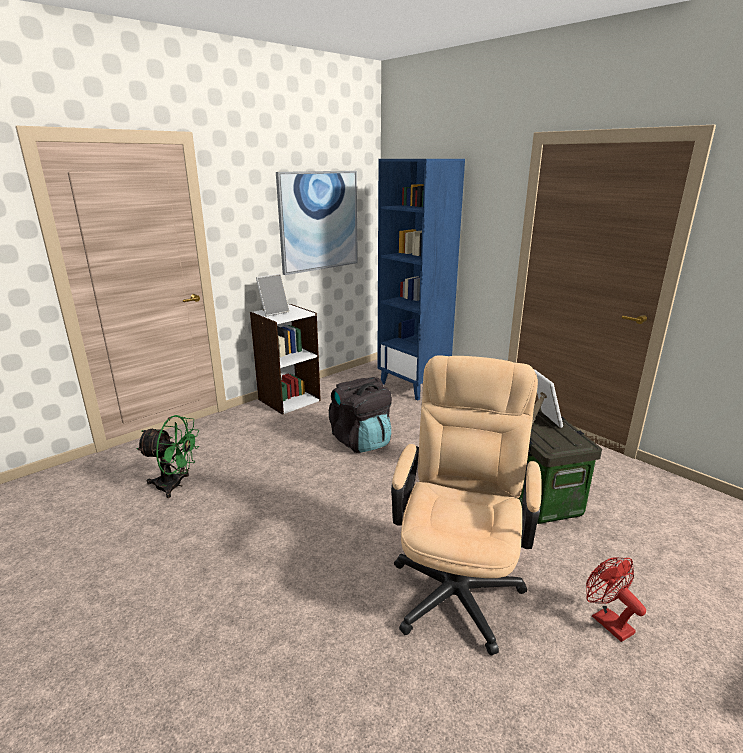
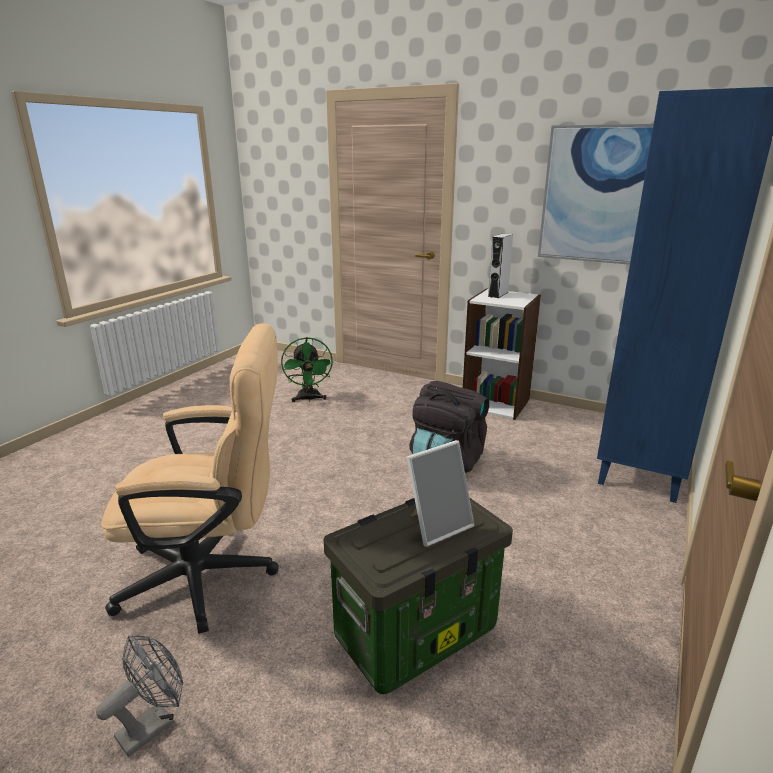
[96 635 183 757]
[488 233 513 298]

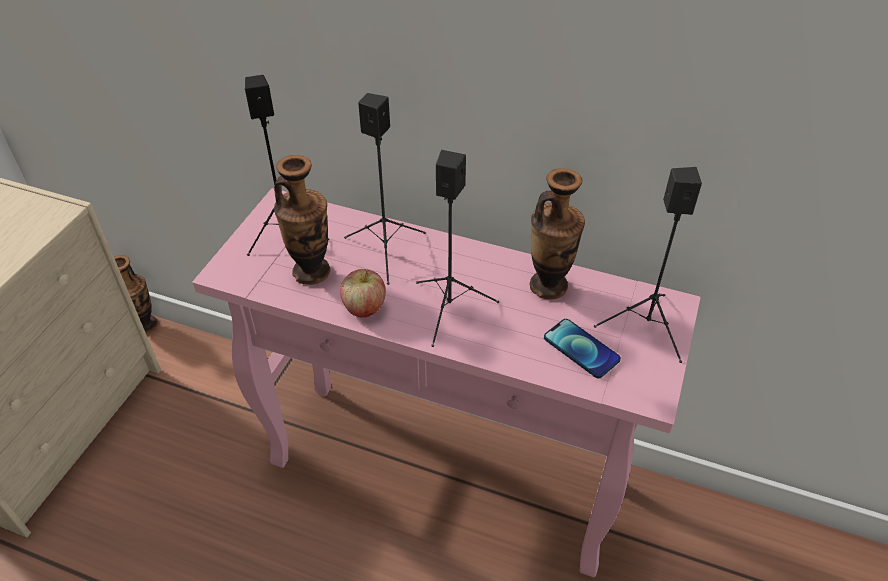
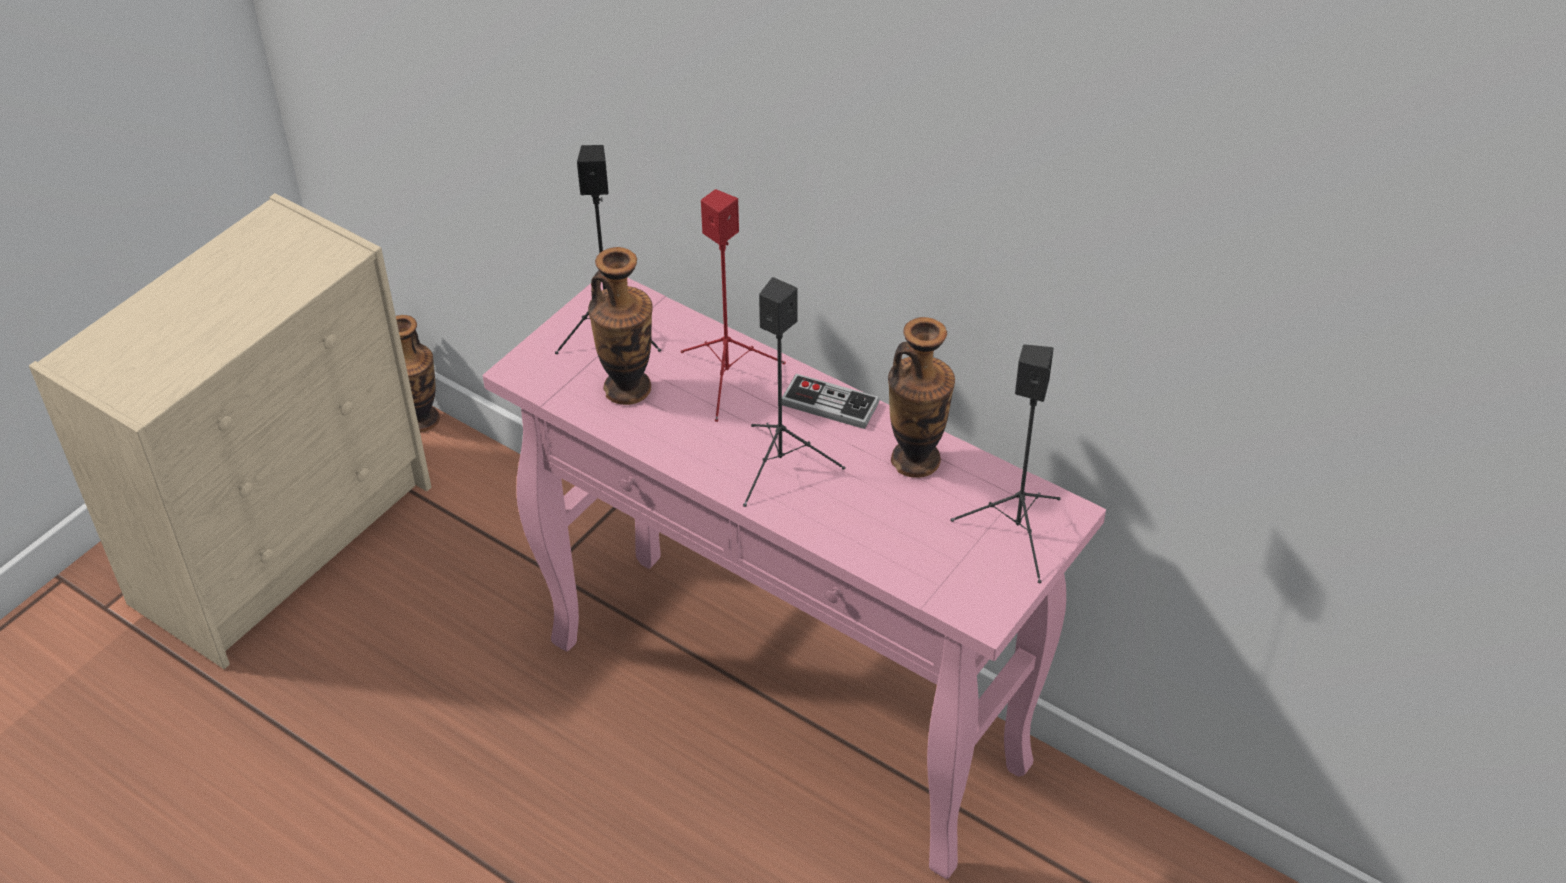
[681 189 786 422]
[782 374 880 429]
[340 269 386 317] (first image)
[544 319 621 378] (first image)

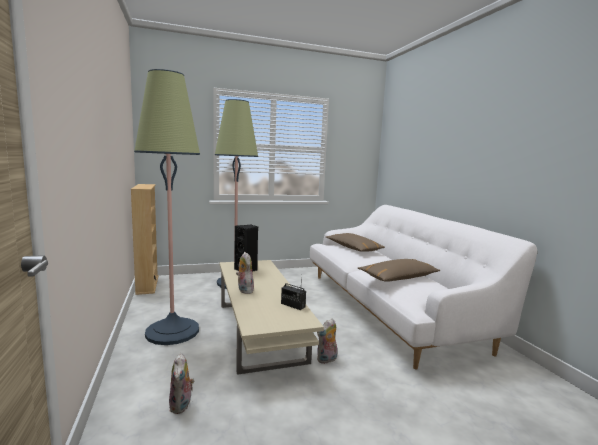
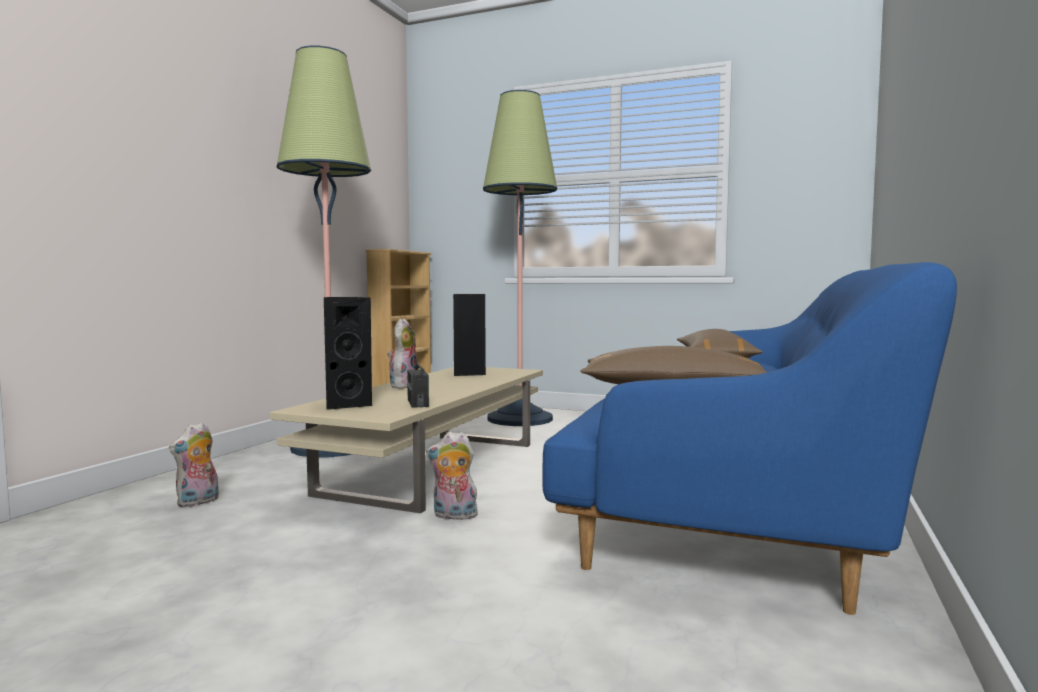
[324 297 373 410]
[543 262 957 615]

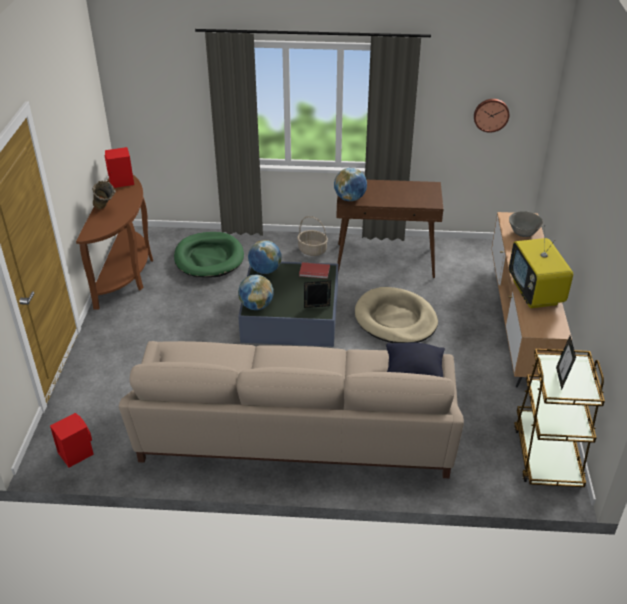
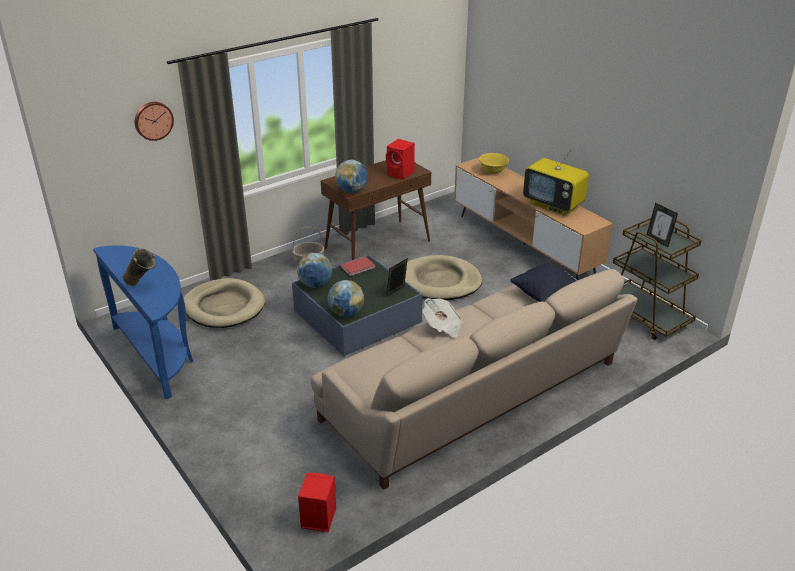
[93 245 193 399]
[135 102 174 141]
[183 278 265 328]
[386 139 415 180]
[423 298 463 337]
[479 153 509 174]

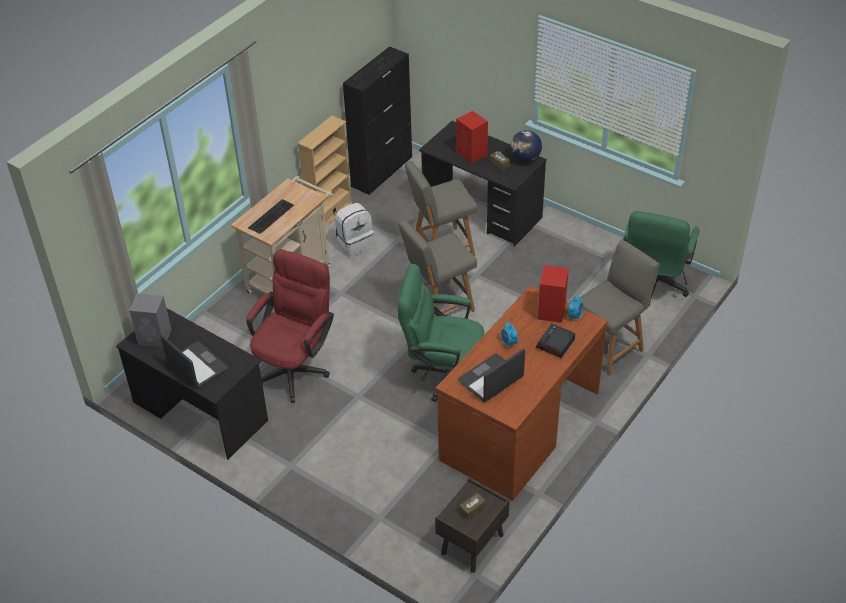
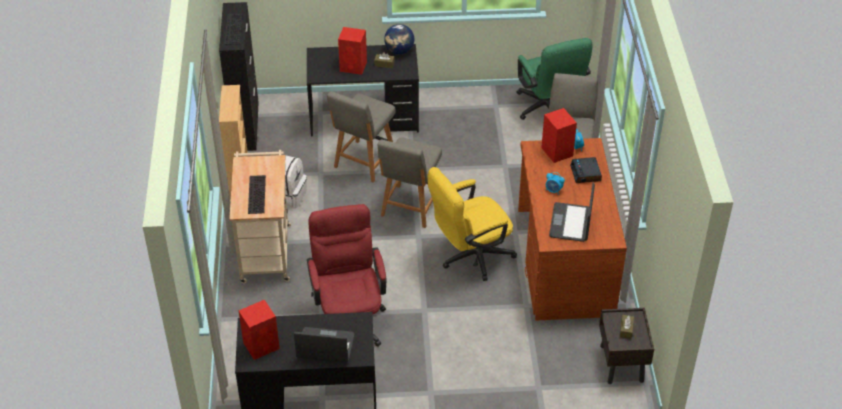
[239 300 280 360]
[428 167 517 281]

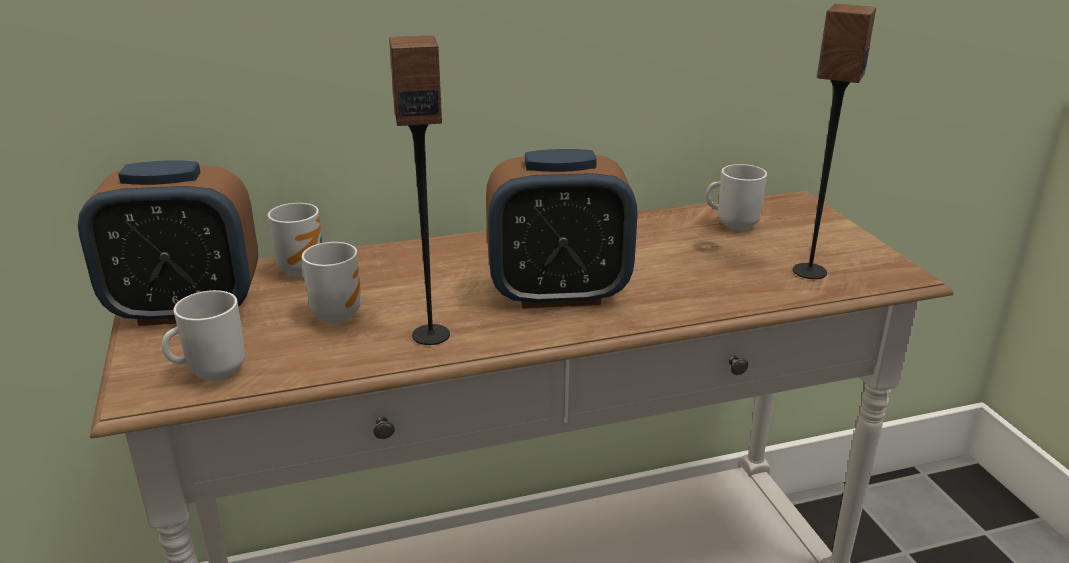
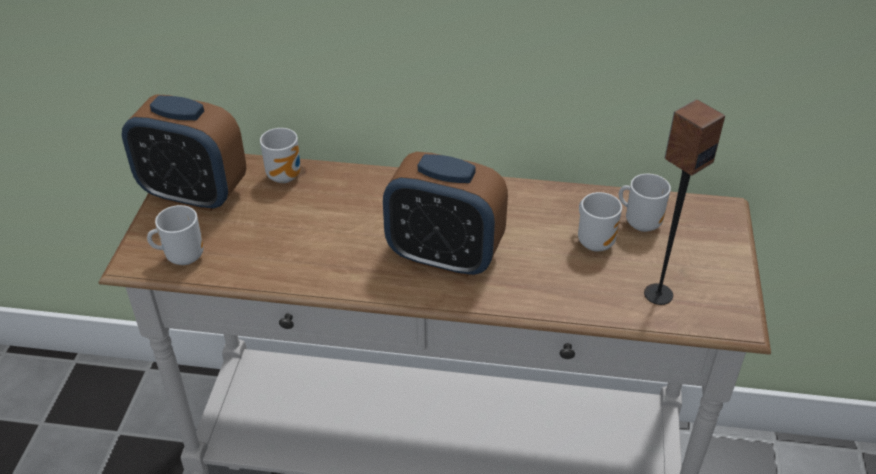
[578 192 622 252]
[389 35 450 345] (first image)

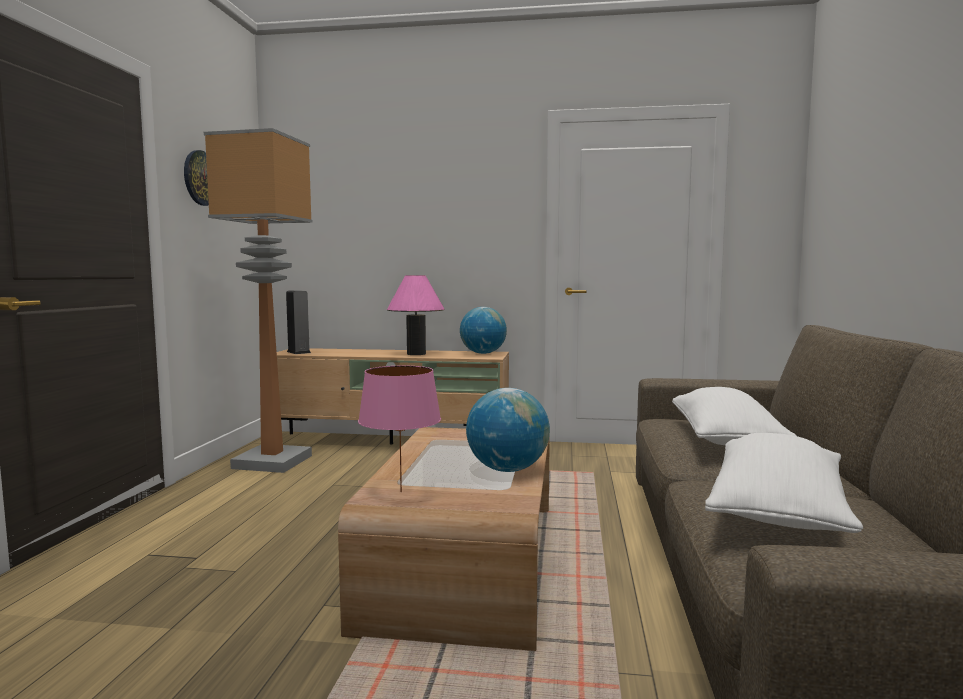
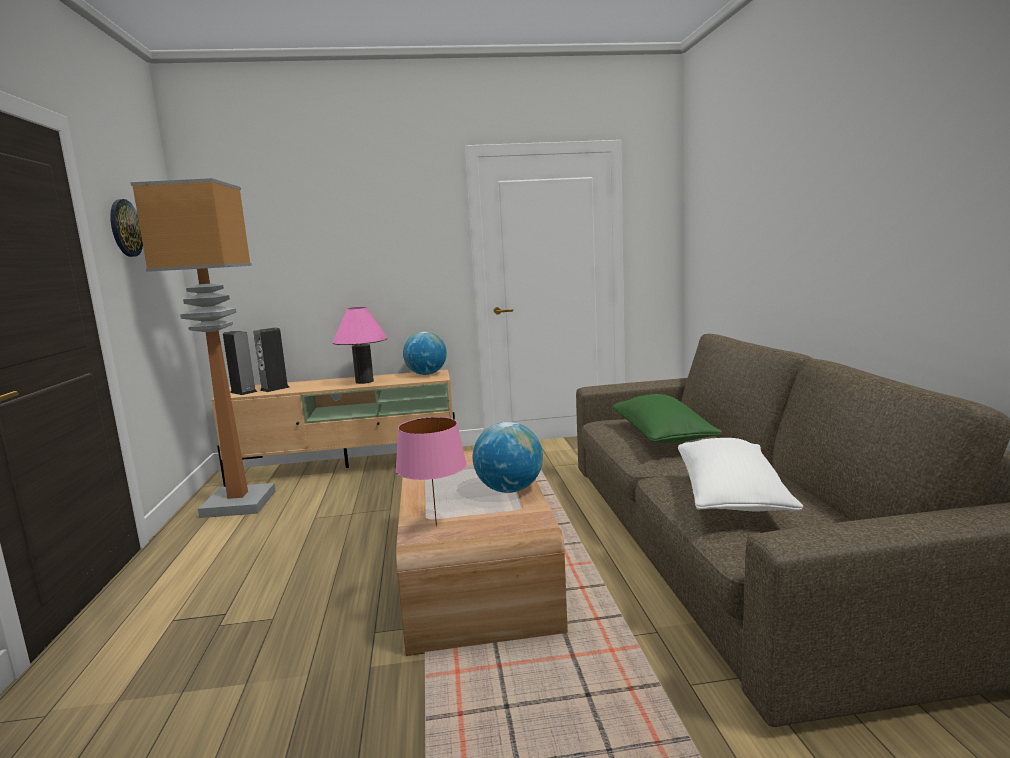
[254 328 289 392]
[612 394 722 443]

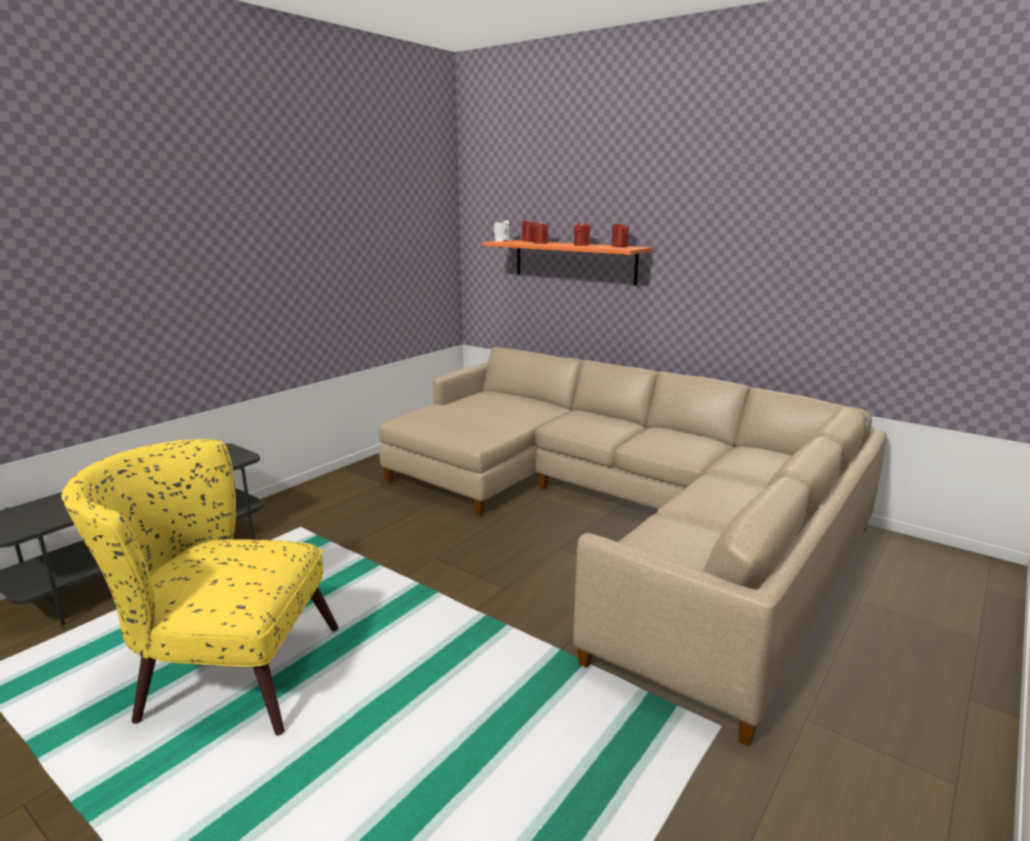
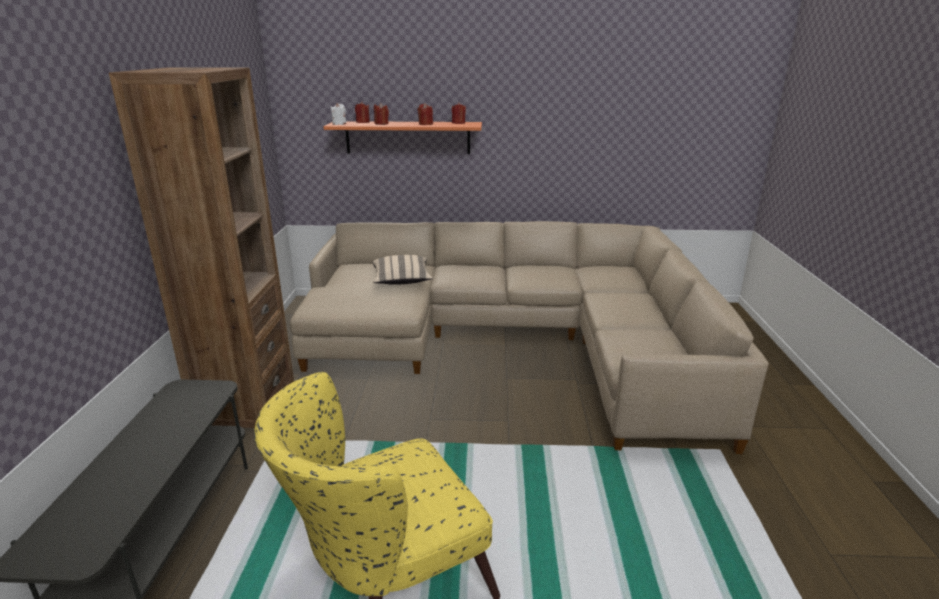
[109 67 294 428]
[372 255 433 285]

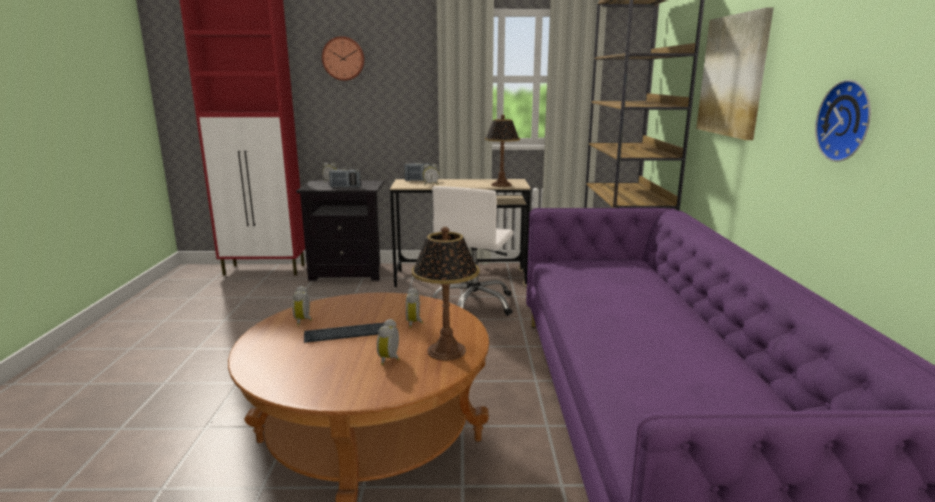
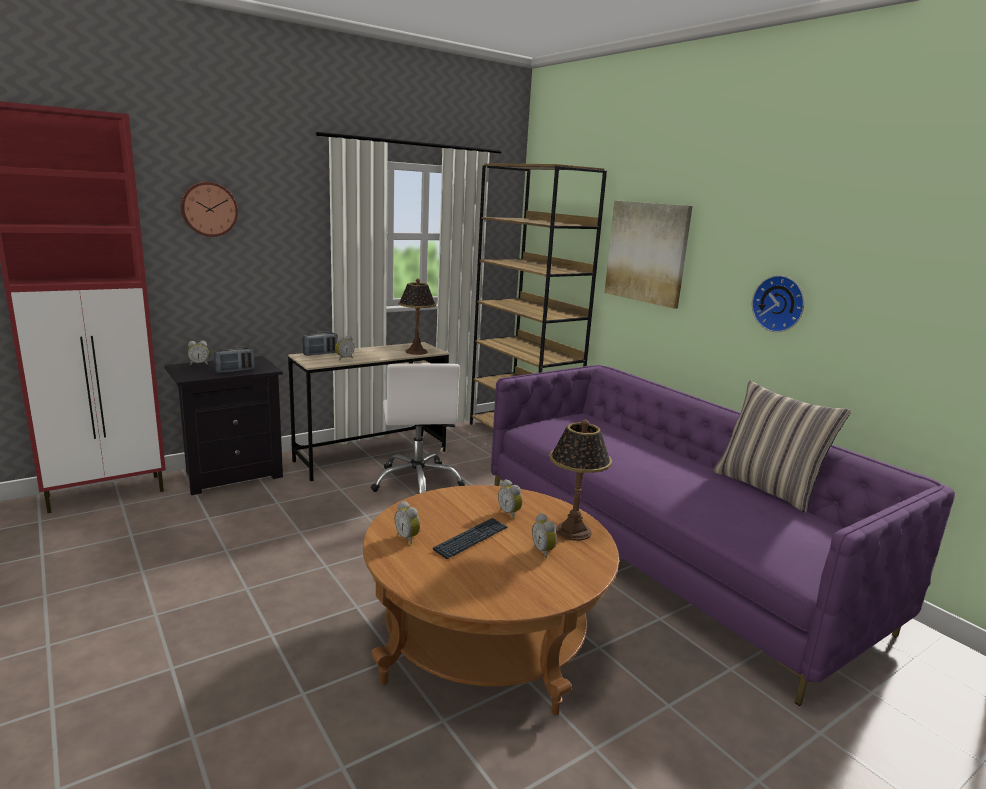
[713 381 851 513]

